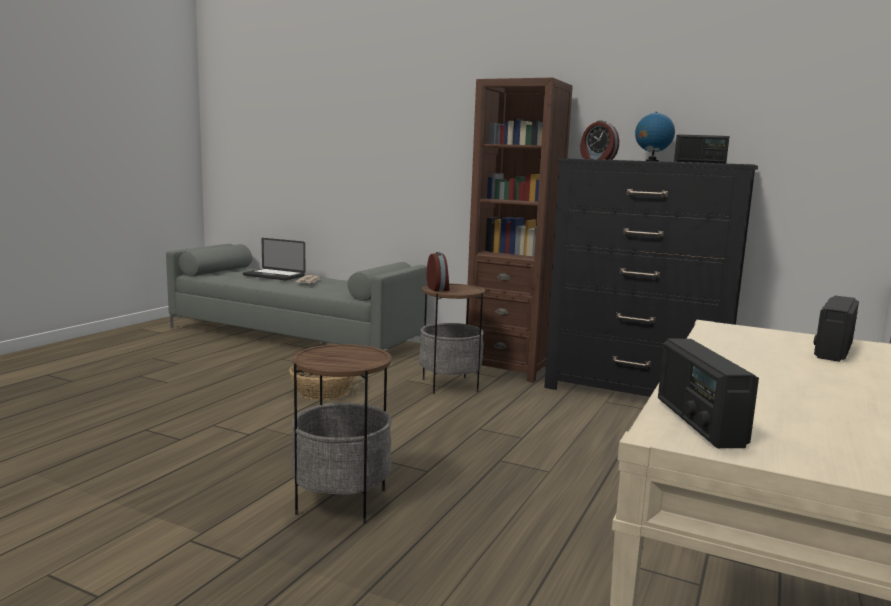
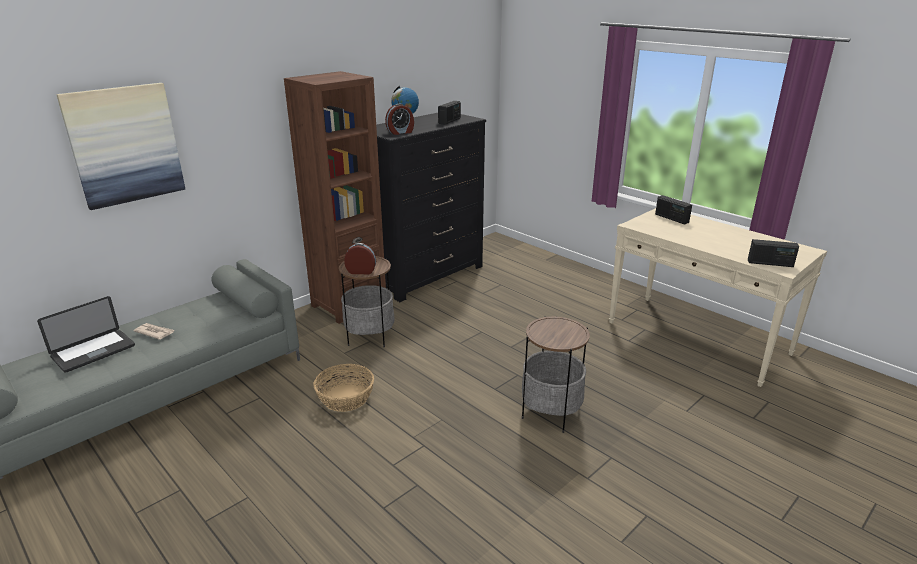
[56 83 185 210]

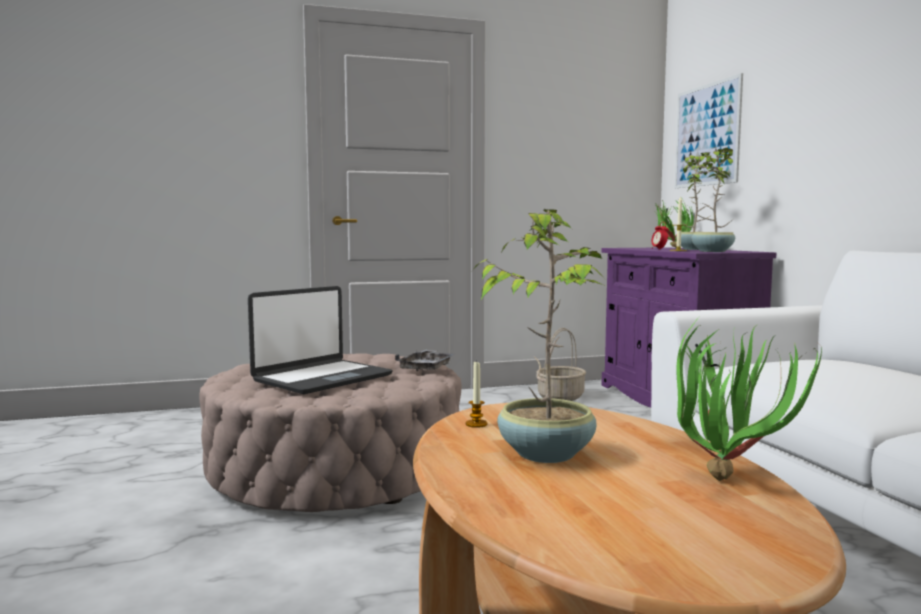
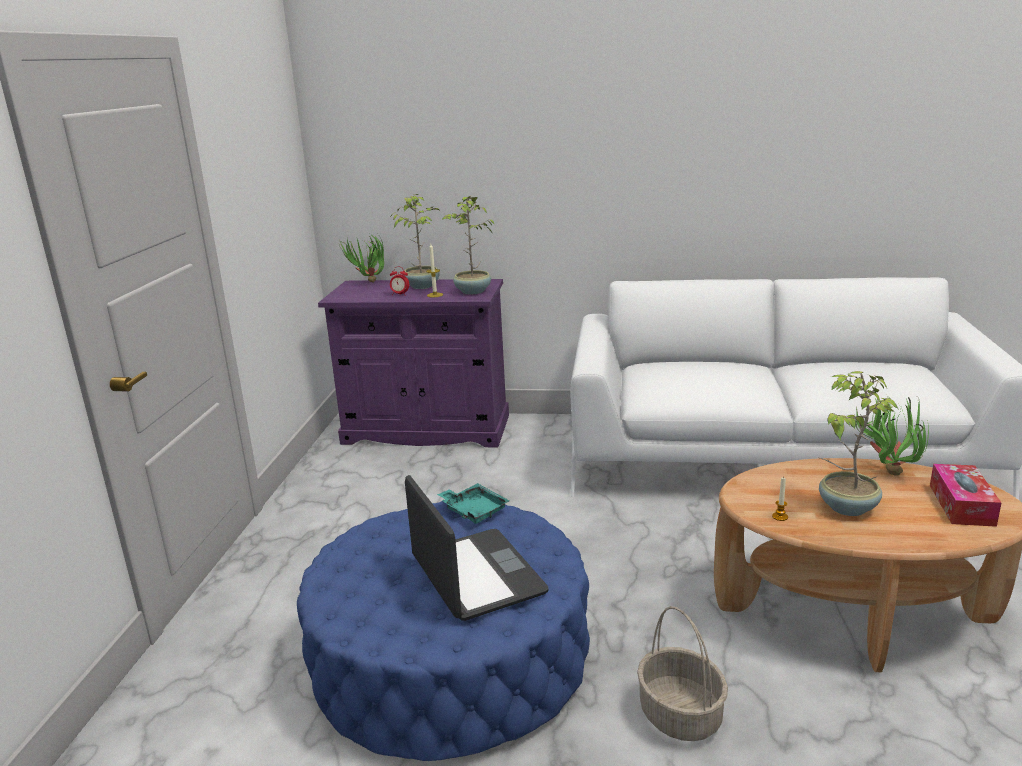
[297 501 590 761]
[437 483 509 524]
[637 606 728 741]
[930 464 1001 527]
[675 73 743 188] (first image)

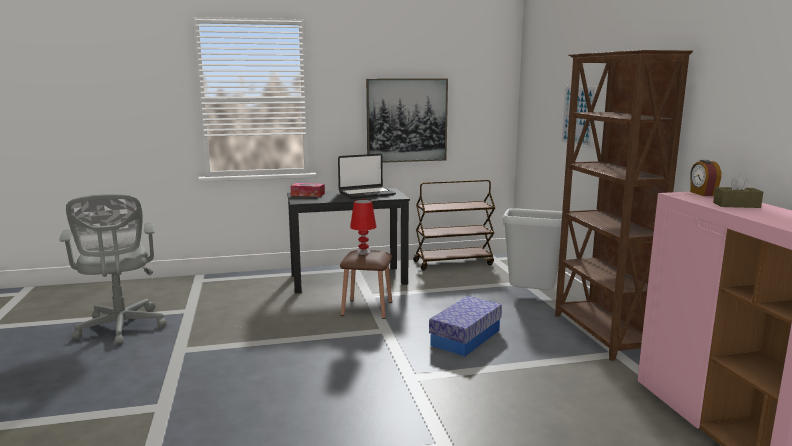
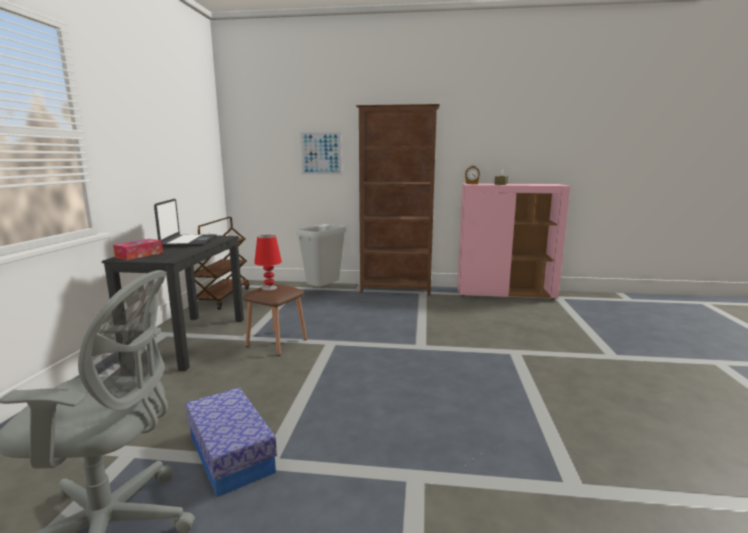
[186 387 277 497]
[366 78 448 163] (first image)

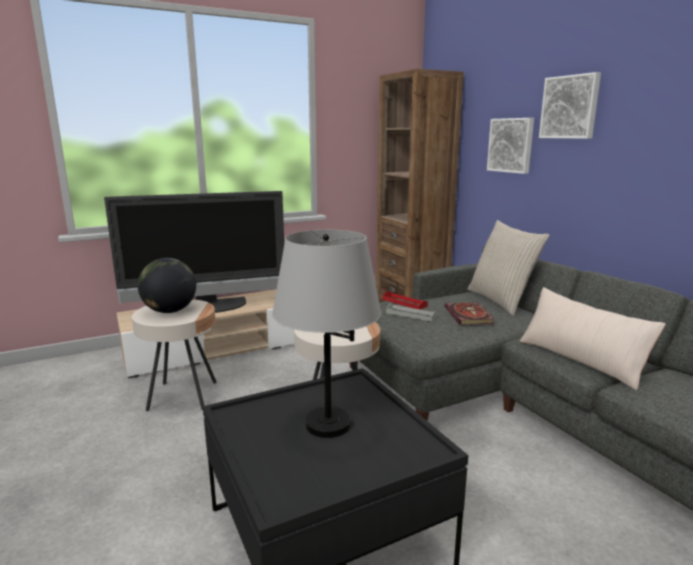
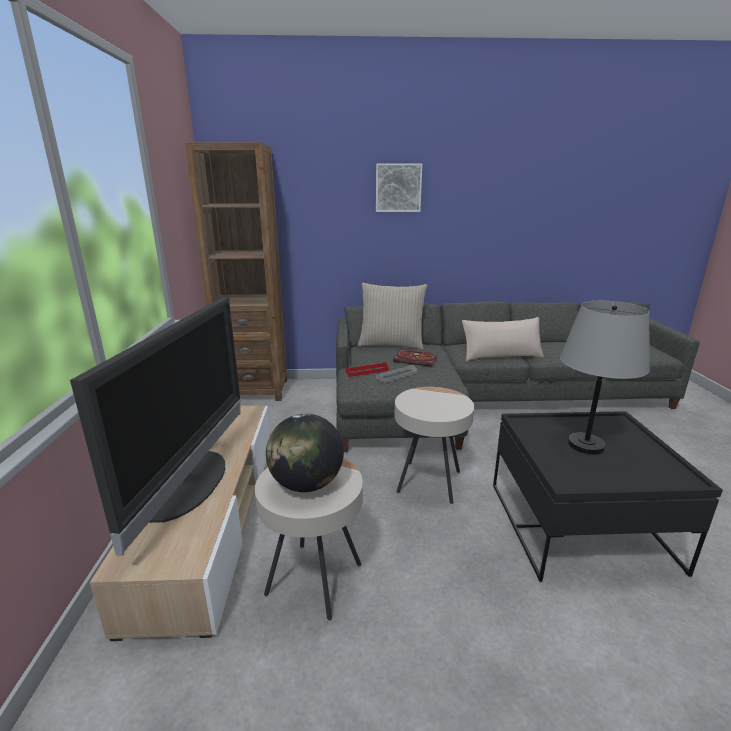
[487 118 534 174] (first image)

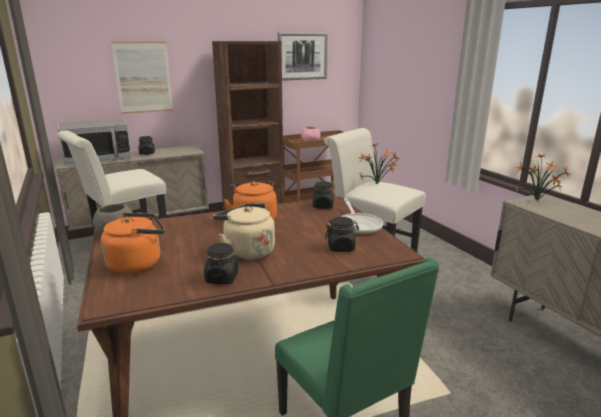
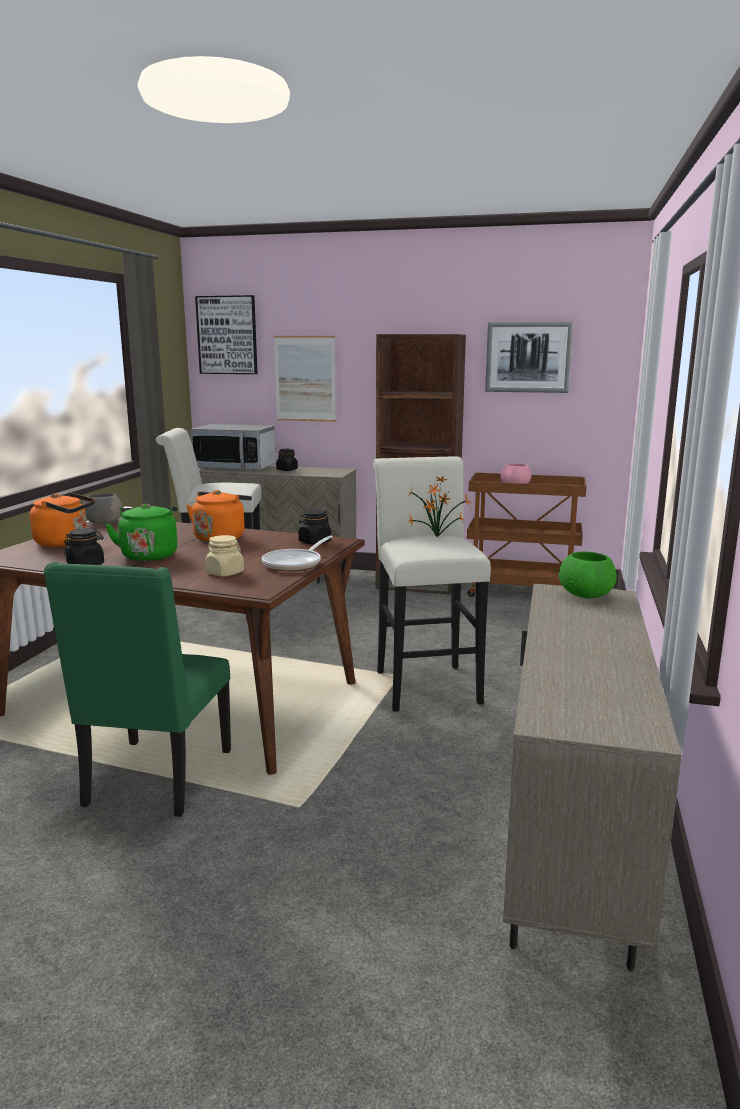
[105 503 177 561]
[195 295 258 374]
[205 535 244 576]
[559 552 617 599]

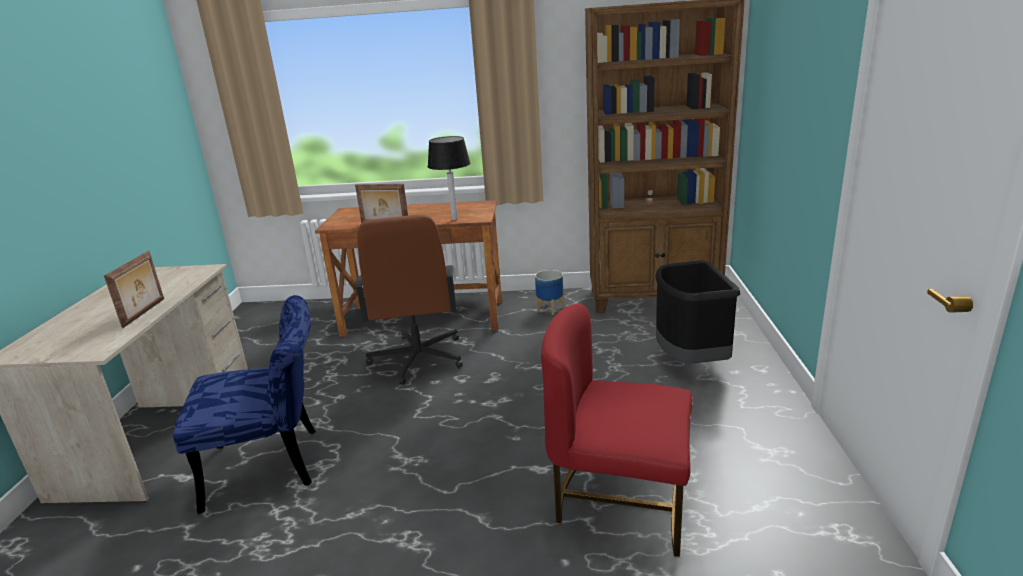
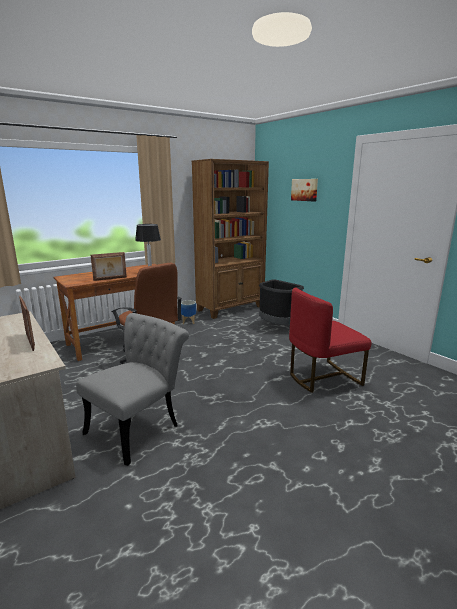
[76 313 189 466]
[291 179 318 202]

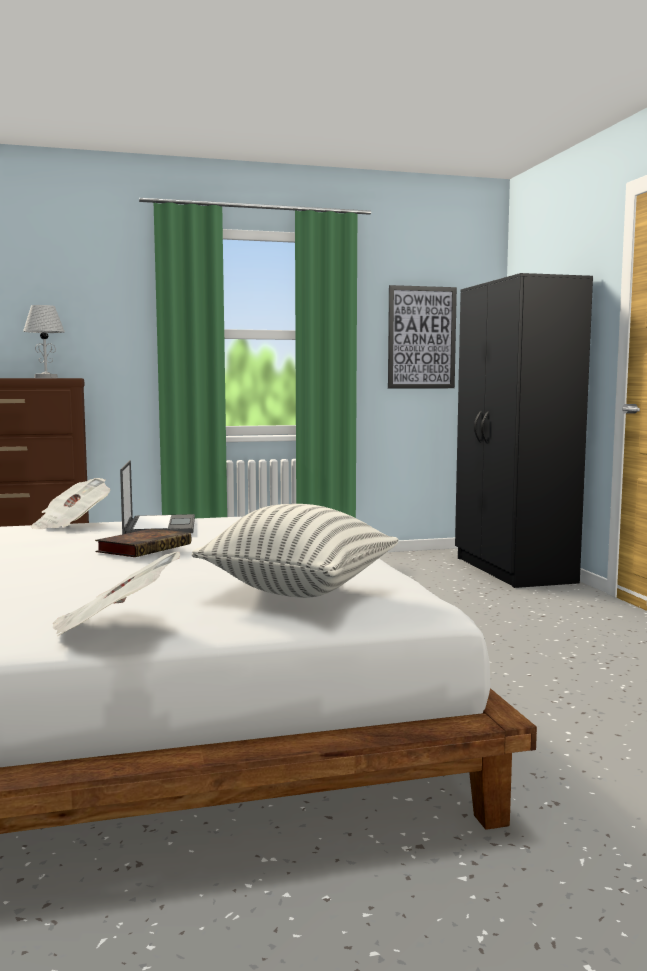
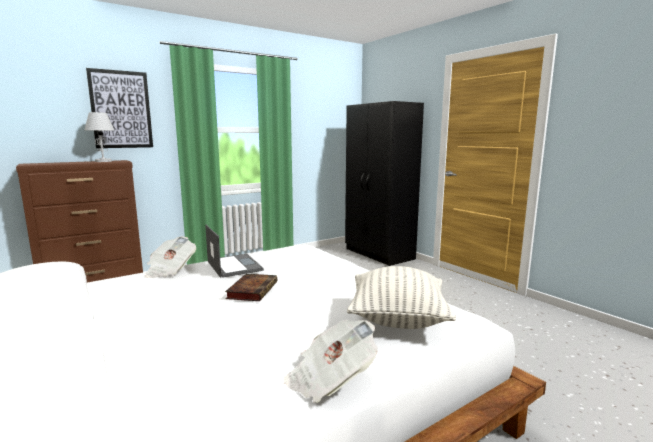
[86 68 153 148]

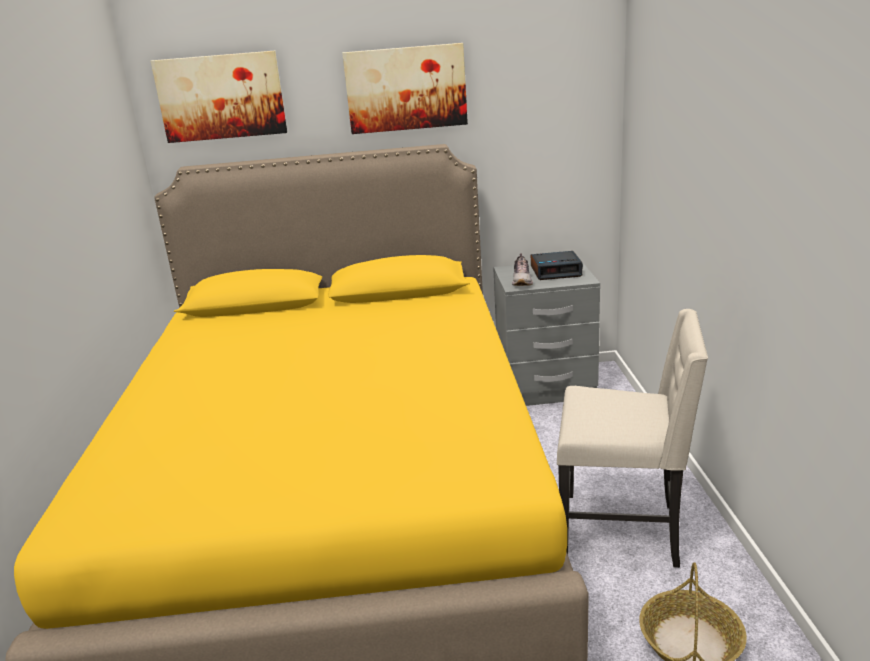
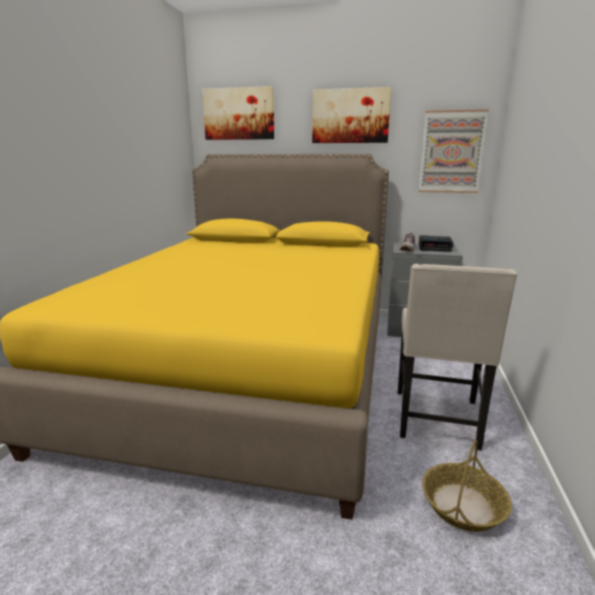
[398 264 518 450]
[419 109 489 193]

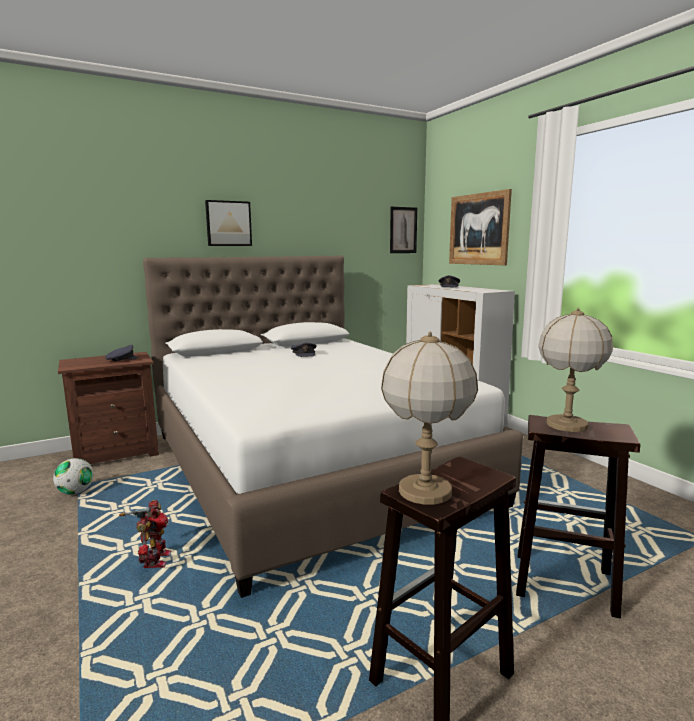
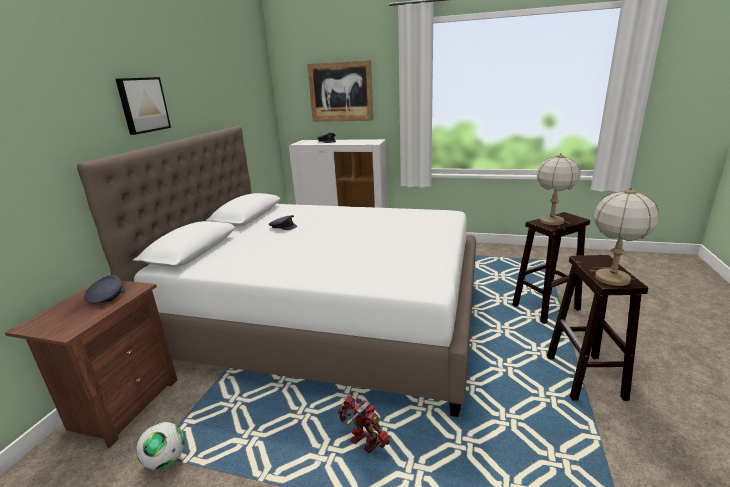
[390 207 417 253] (first image)

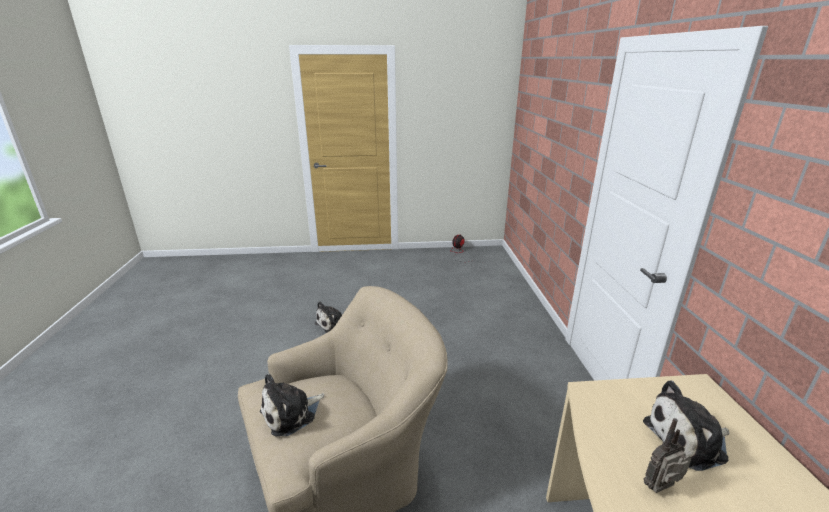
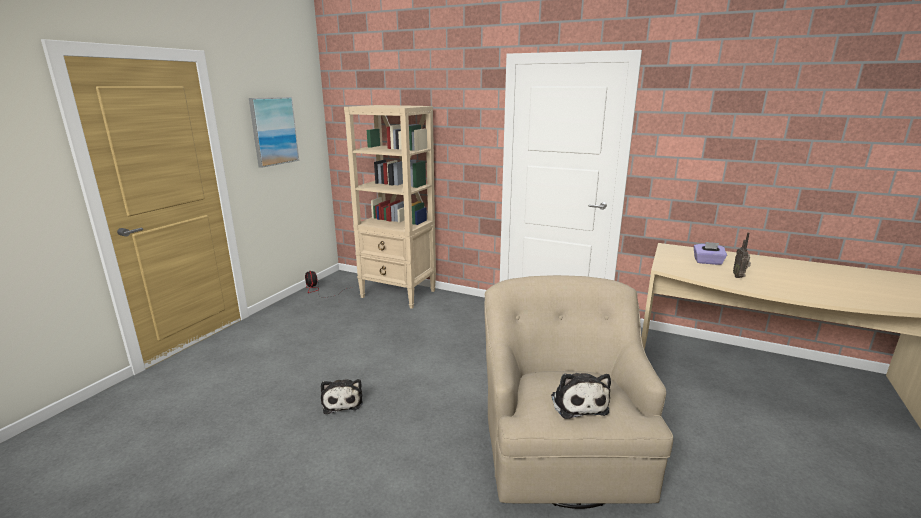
[249 97 299 168]
[344 105 436 309]
[694 242 727 265]

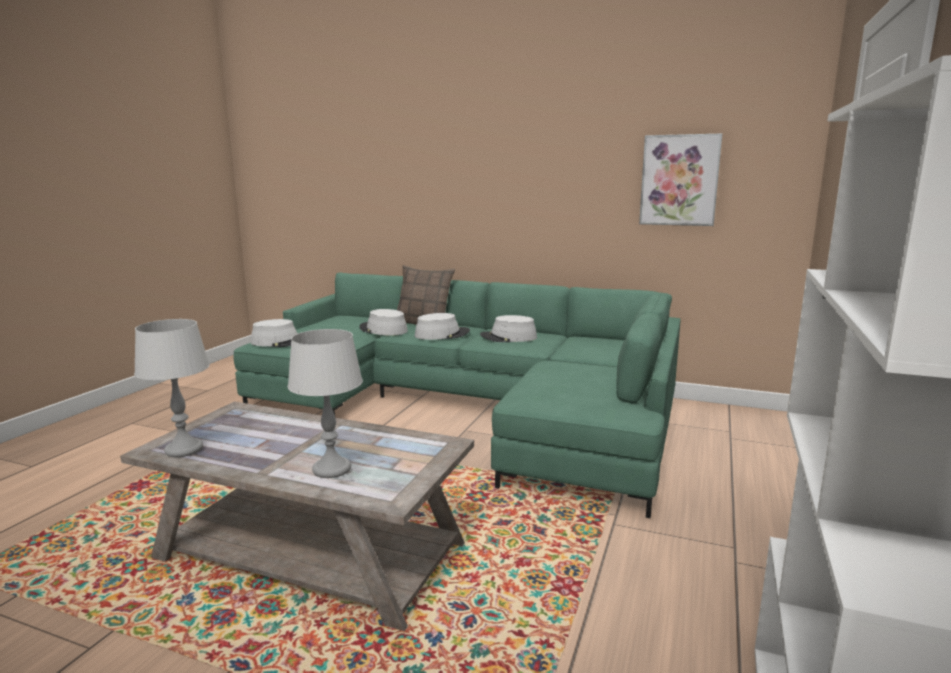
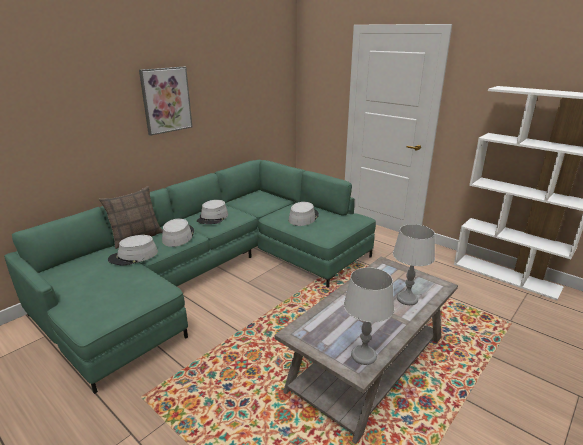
[139 67 192 136]
[289 202 319 226]

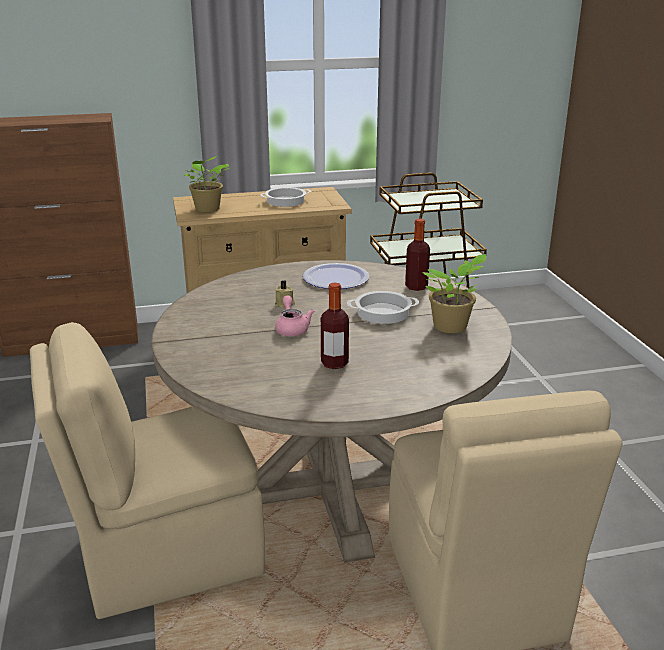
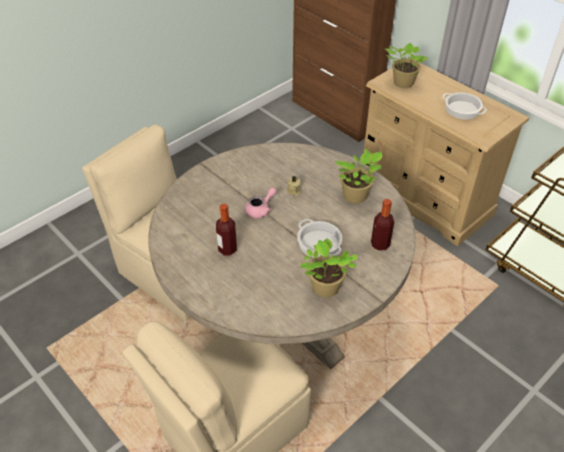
[334 148 382 203]

